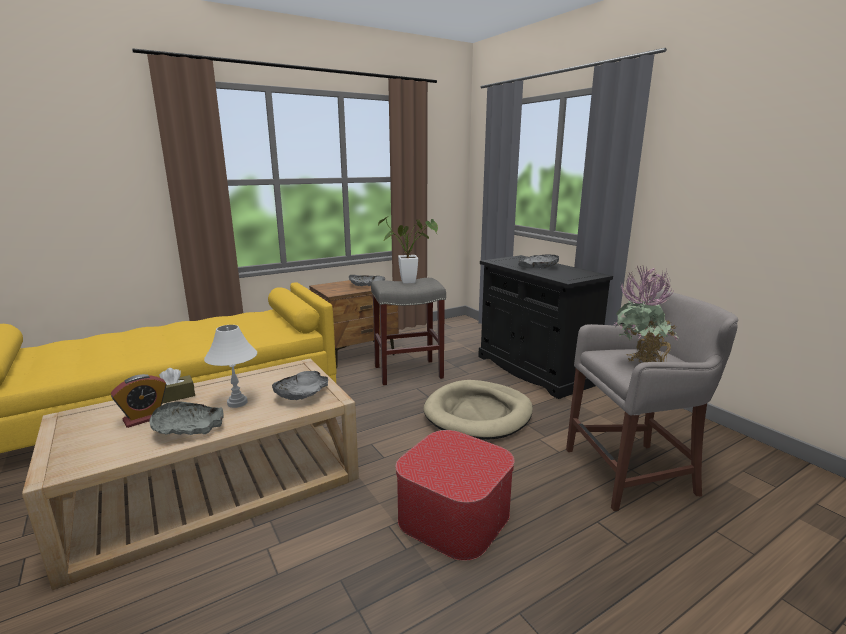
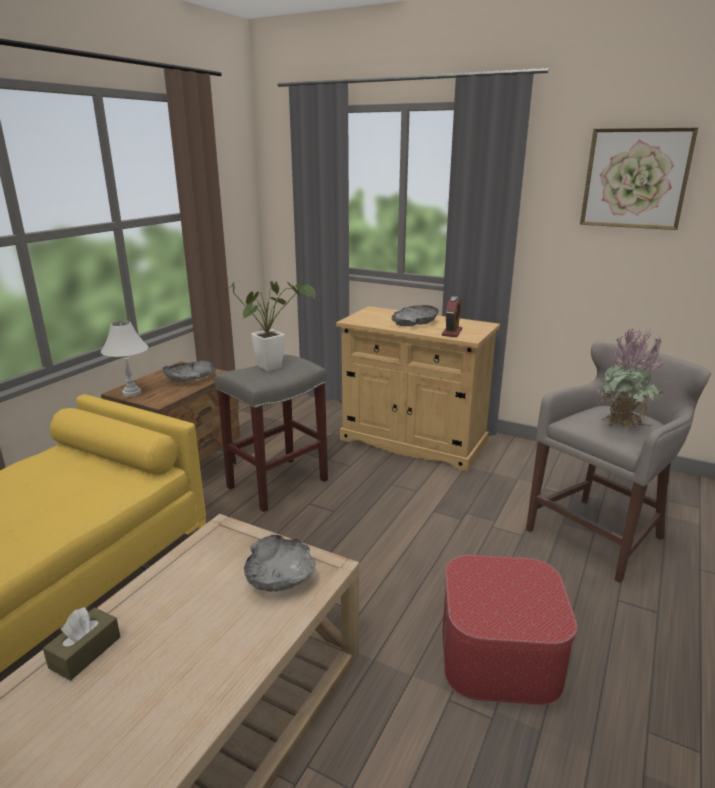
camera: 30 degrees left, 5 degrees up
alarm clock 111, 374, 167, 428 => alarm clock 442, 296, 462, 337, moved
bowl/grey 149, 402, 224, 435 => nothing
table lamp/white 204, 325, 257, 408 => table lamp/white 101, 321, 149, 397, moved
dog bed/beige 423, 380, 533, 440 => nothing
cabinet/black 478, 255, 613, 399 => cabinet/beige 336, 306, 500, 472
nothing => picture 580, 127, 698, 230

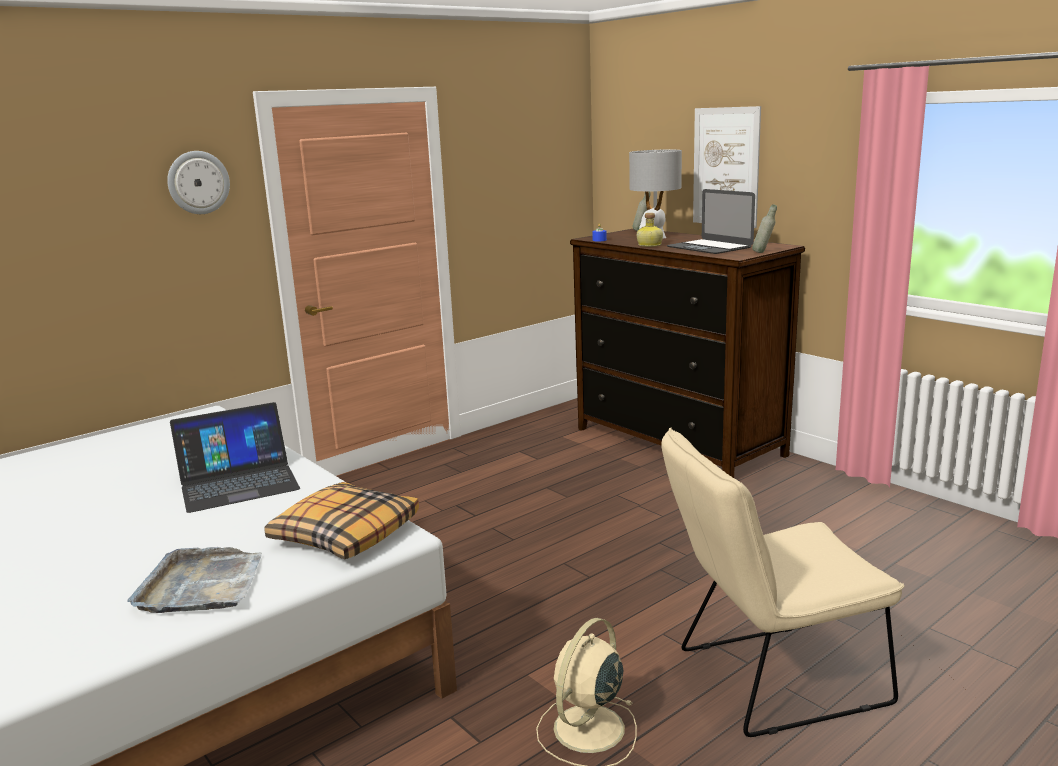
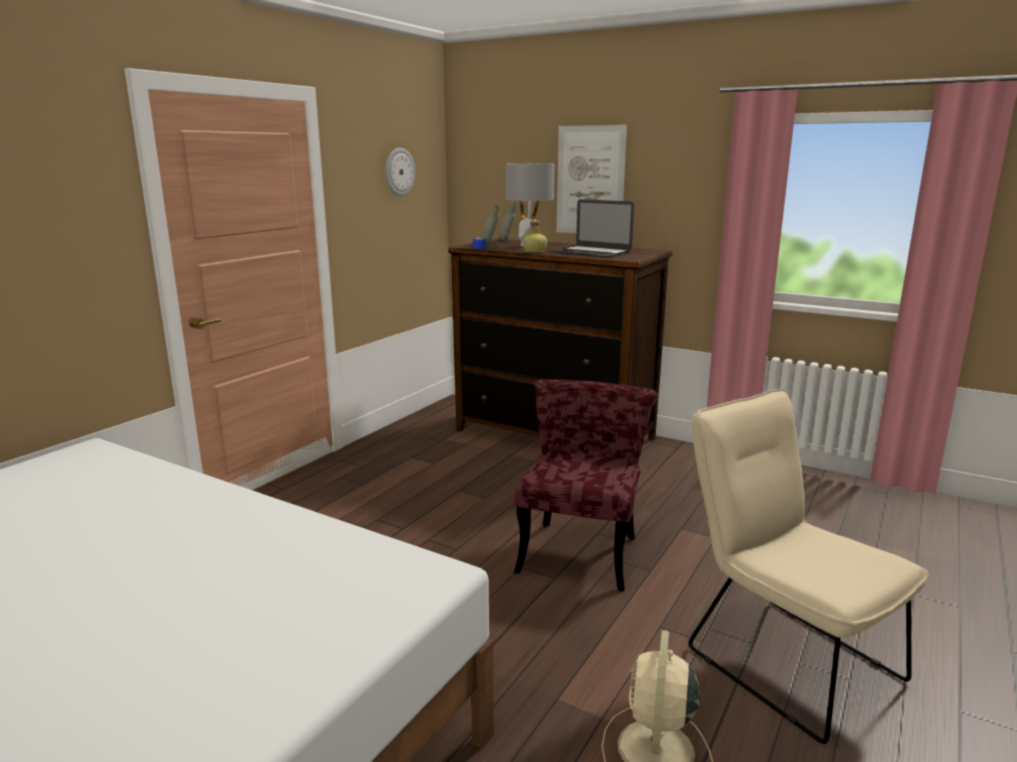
camera: 20 degrees left, 0 degrees up
tray/grey 127, 547, 262, 613 => nothing
wall clock 167, 151, 230, 214 => wall clock 385, 148, 415, 196, moved
laptop 170, 402, 300, 513 => nothing
pillow 264, 482, 419, 559 => nothing
chair/beige 661, 428, 904, 737 => chair/beige 689, 389, 929, 744, 90 degrees clockwise
bottle/grey 752, 205, 777, 253 => bottle/grey 482, 205, 499, 245, moved
nothing => chair/red 514, 379, 658, 592

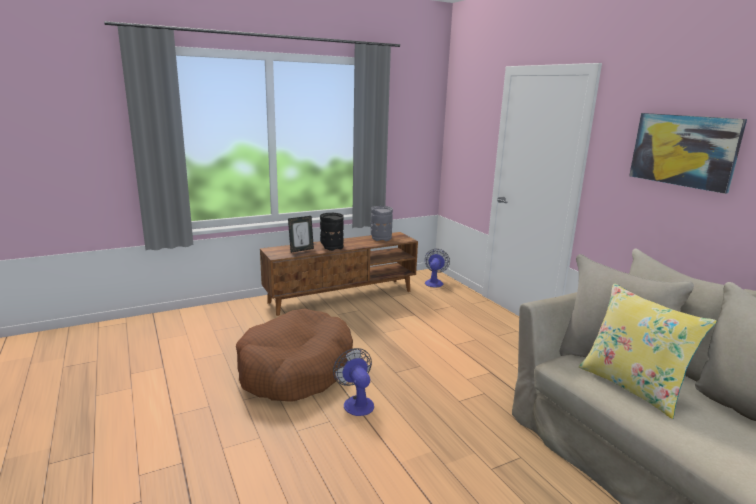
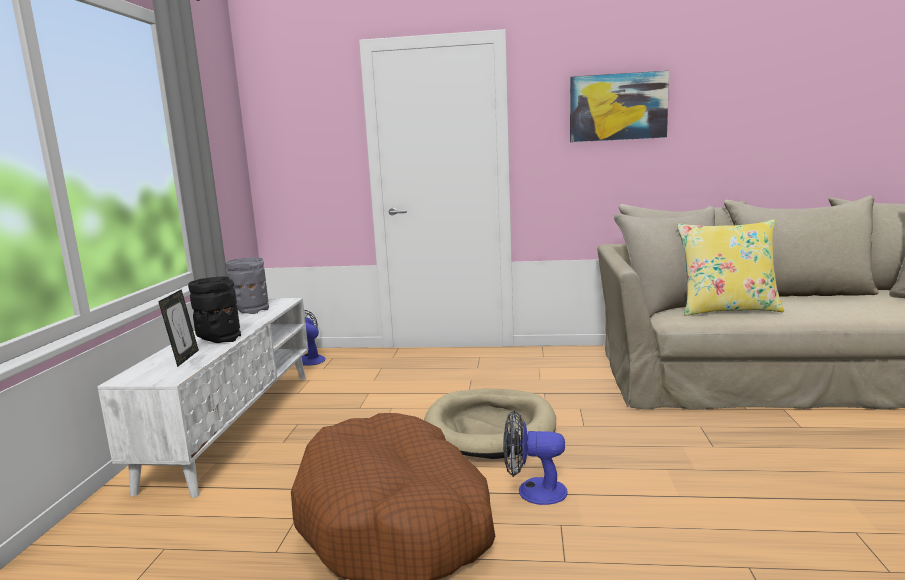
camera: 55 degrees left, 5 degrees down
tv stand/brown 260, 232, 418, 316 => tv stand/white 97, 298, 308, 498
nothing => dog bed/beige 424, 389, 556, 459

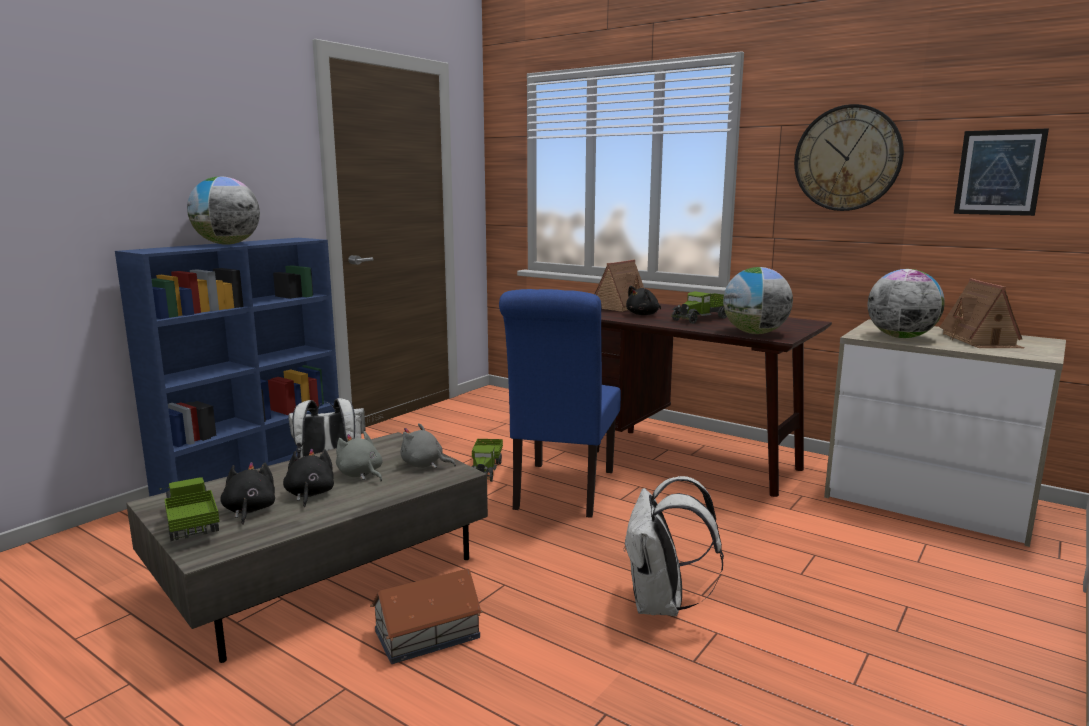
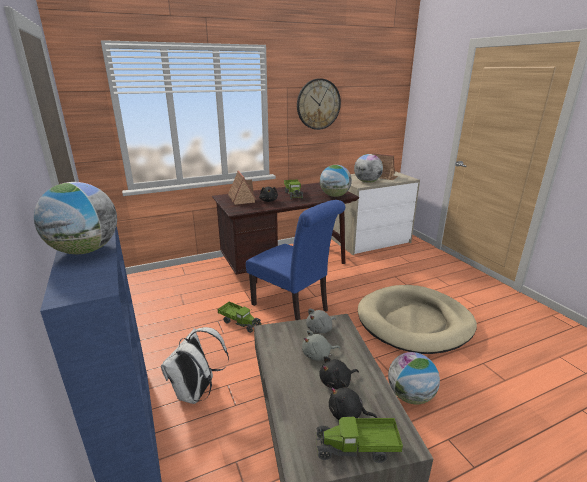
camera: 60 degrees left, 10 degrees up
plush toy/black 283, 449, 334, 507 => plush toy/black 319, 356, 359, 389, 45 degrees counterclockwise
toy house 370, 569, 483, 664 => globe 388, 352, 440, 404
backpack/white 623, 476, 724, 616 => dog bed/beige 358, 285, 477, 354
picture 954, 128, 1049, 216 => nothing

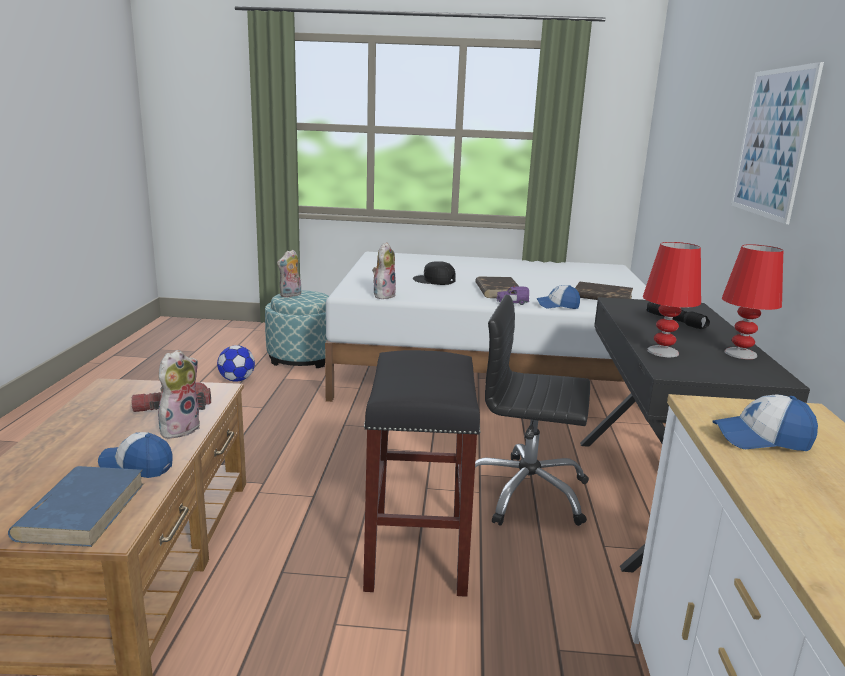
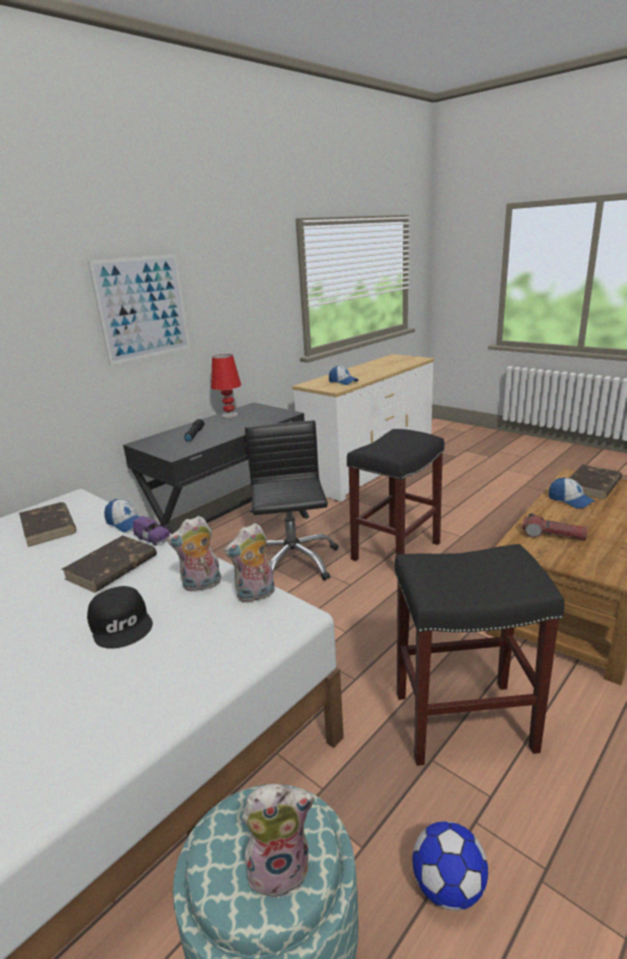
camera: 140 degrees left, 5 degrees up
book/blue 8, 466, 144, 547 => book/brown 570, 464, 622, 499
plush toy 158, 350, 200, 439 => plush toy 167, 516, 221, 592, moved
office chair/black 475, 295, 590, 526 => office chair/black 245, 421, 339, 581, 150 degrees counterclockwise
table lamp/red 643, 242, 701, 357 => nothing
nothing => stool/black 395, 544, 565, 766

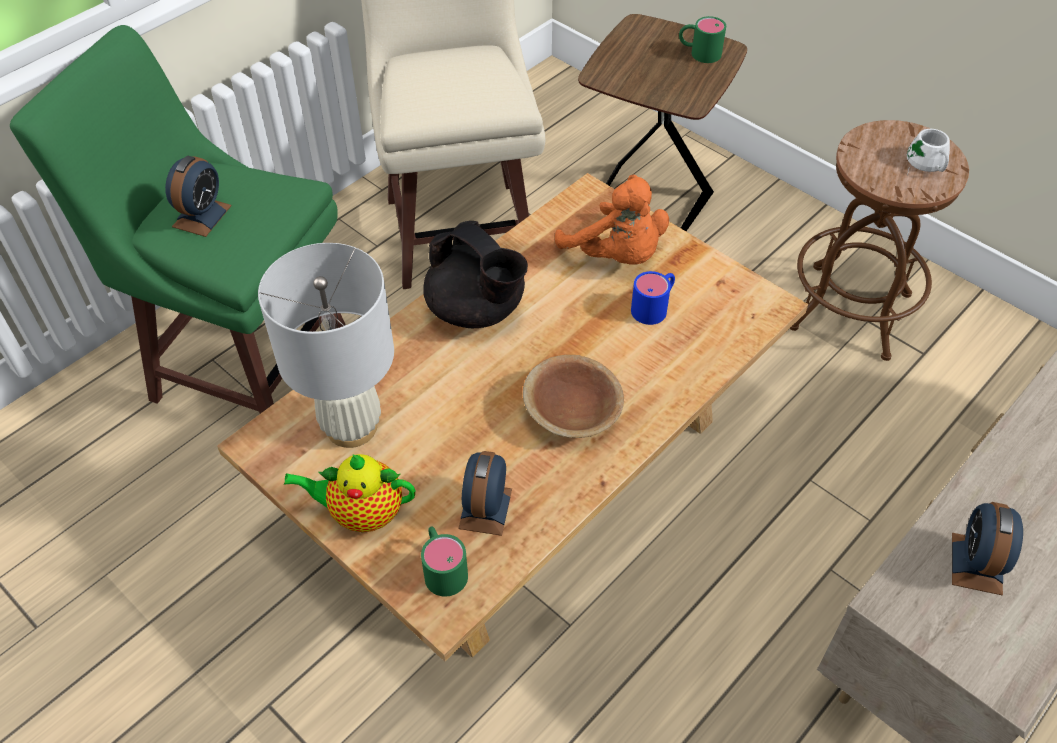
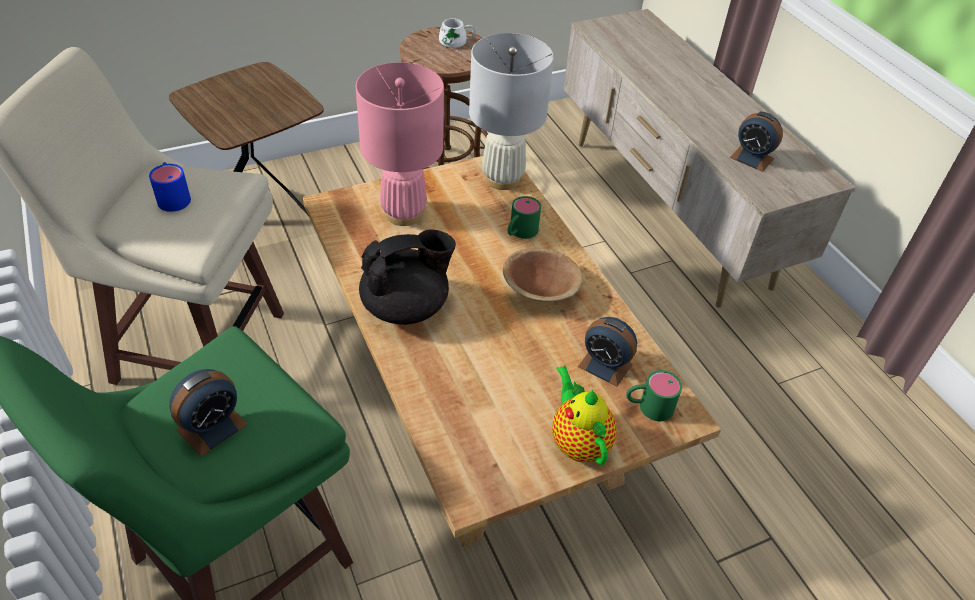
camera: 70 degrees left, 5 degrees down
alarm clock 165, 156, 232, 237 => alarm clock 169, 369, 248, 457, 90 degrees clockwise
table lamp/white 258, 243, 394, 448 => table lamp/white 469, 33, 554, 190, moved
teapot 283, 454, 415, 532 => teapot 552, 365, 616, 465, 135 degrees clockwise
plush toy/orange 555, 174, 669, 265 => table lamp/pink 356, 62, 444, 226
mug/blue 631, 271, 675, 325 => mug/blue 149, 162, 191, 212, moved
mug/green 679, 16, 726, 63 => mug/green 508, 196, 541, 239, moved

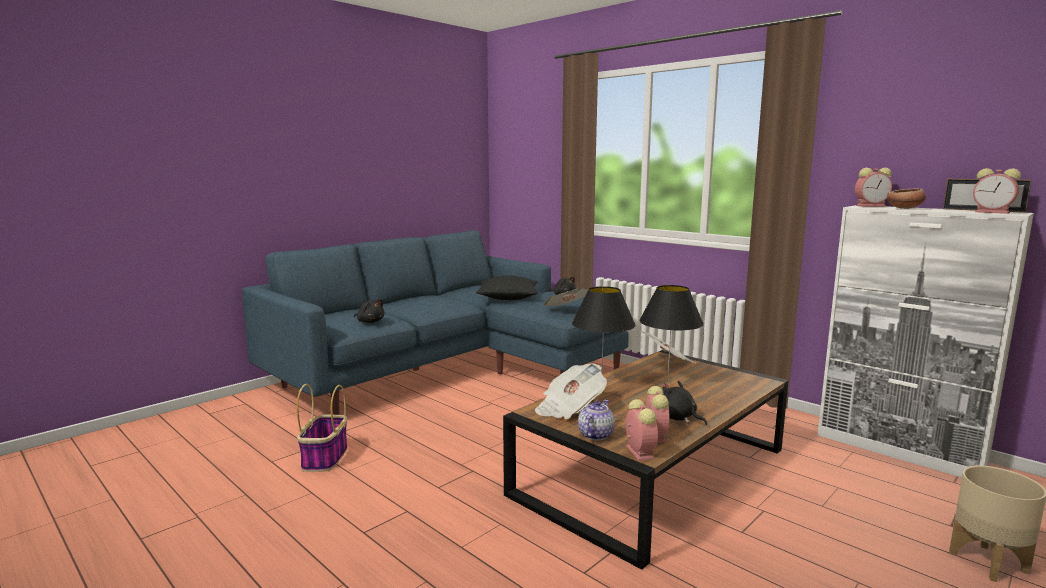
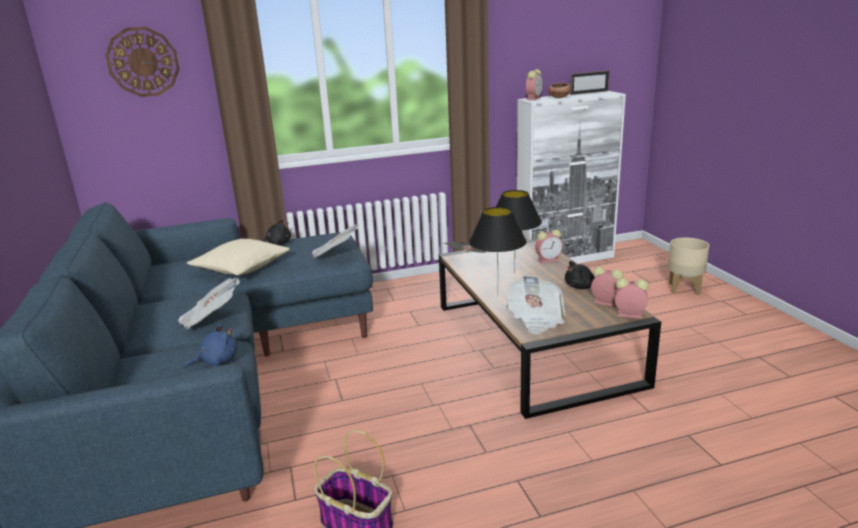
camera: 60 degrees left, 10 degrees up
plush toy/black 354, 299, 384, 323 => plush toy/blue 184, 324, 237, 368
pillow/black 476, 276, 538, 300 => pillow/beige 187, 239, 290, 275
teapot 578, 400, 615, 440 => nothing
alarm clock 973, 168, 1021, 214 => alarm clock 535, 229, 563, 263, moved
nothing => wall clock 105, 27, 180, 97
nothing => newspaper 178, 278, 240, 329

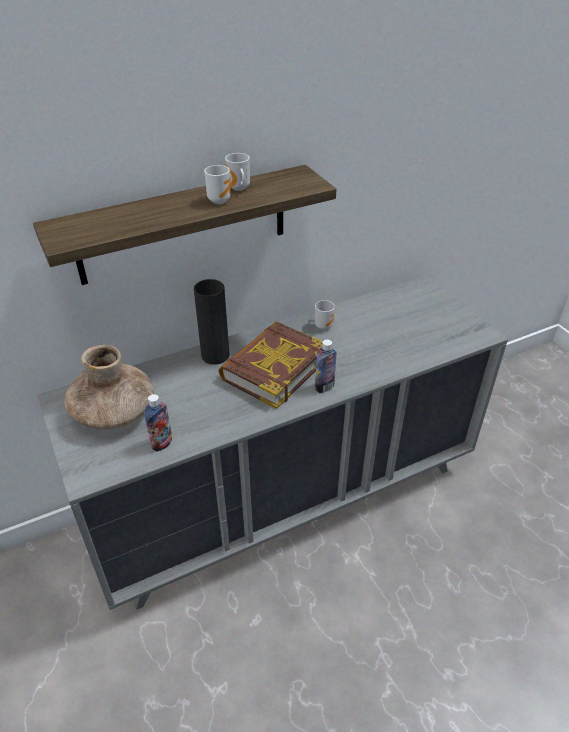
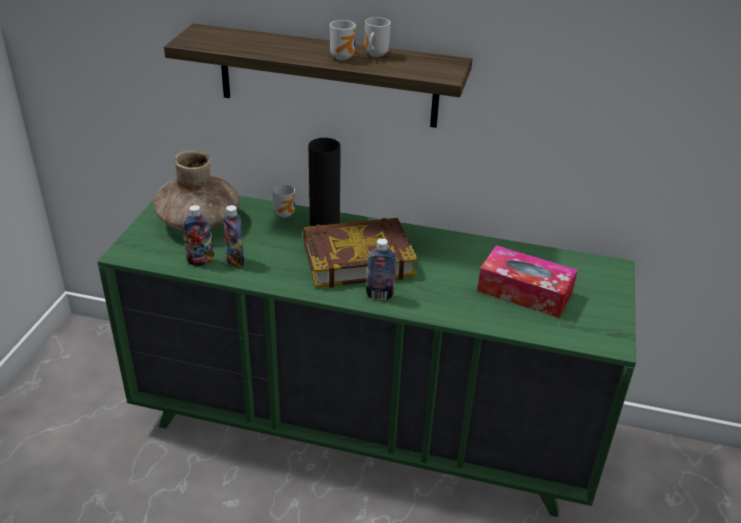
camera: 40 degrees right, 5 degrees down
dresser/grey 37, 275, 508, 610 => dresser/green 97, 196, 636, 517
mug 315, 300, 335, 330 => mug 273, 184, 295, 218, moved
nothing => bottle 223, 205, 244, 268
nothing => tissue box 477, 245, 578, 318

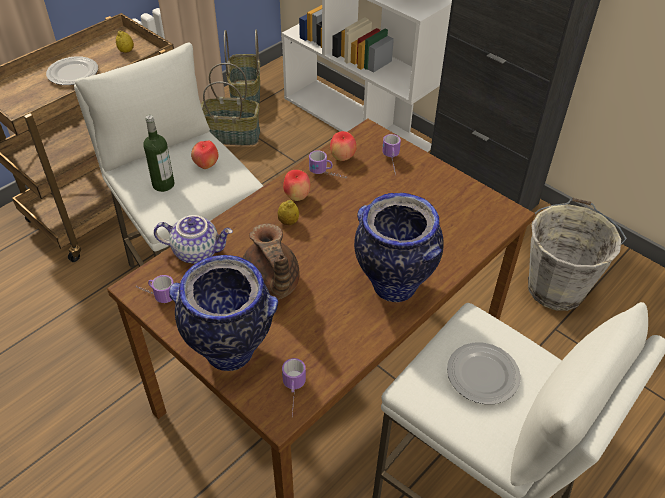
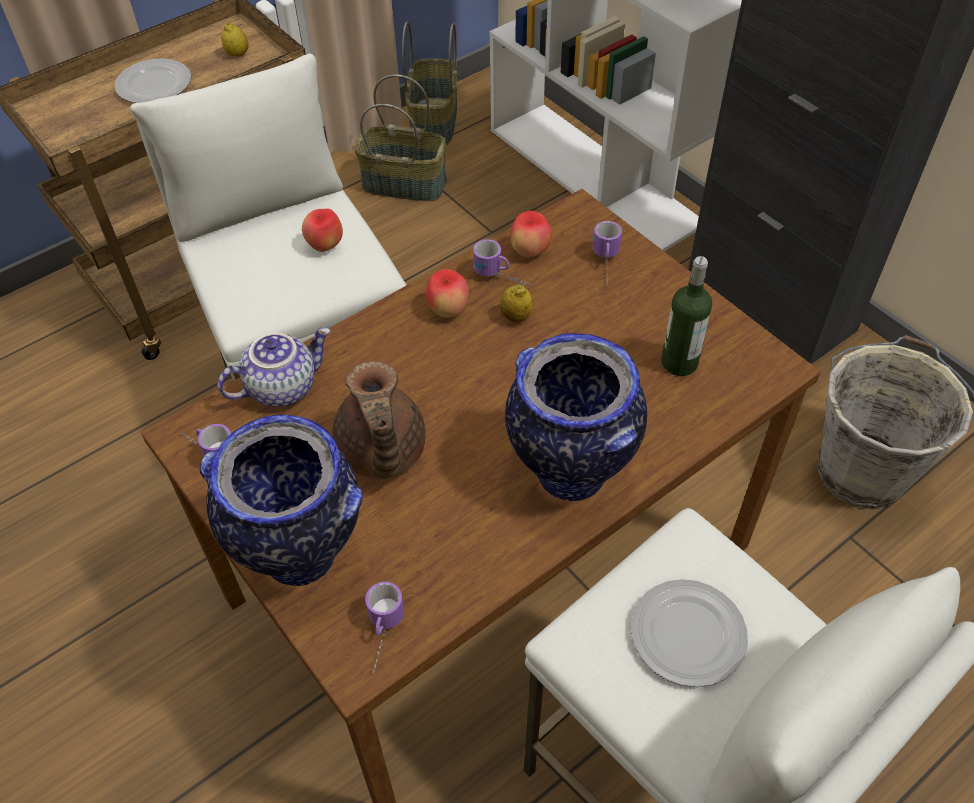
camera: 10 degrees right, 5 degrees up
bottle 143, 115, 174, 192 => bottle 661, 256, 712, 376, moved
teapot 154, 215, 233, 264 => teapot 217, 327, 331, 406, 45 degrees counterclockwise
lemon 278, 200, 299, 225 => lemon 500, 285, 533, 322, moved

